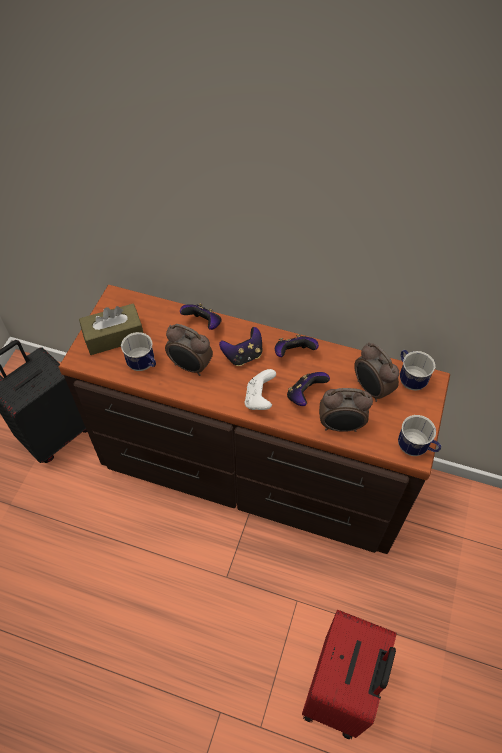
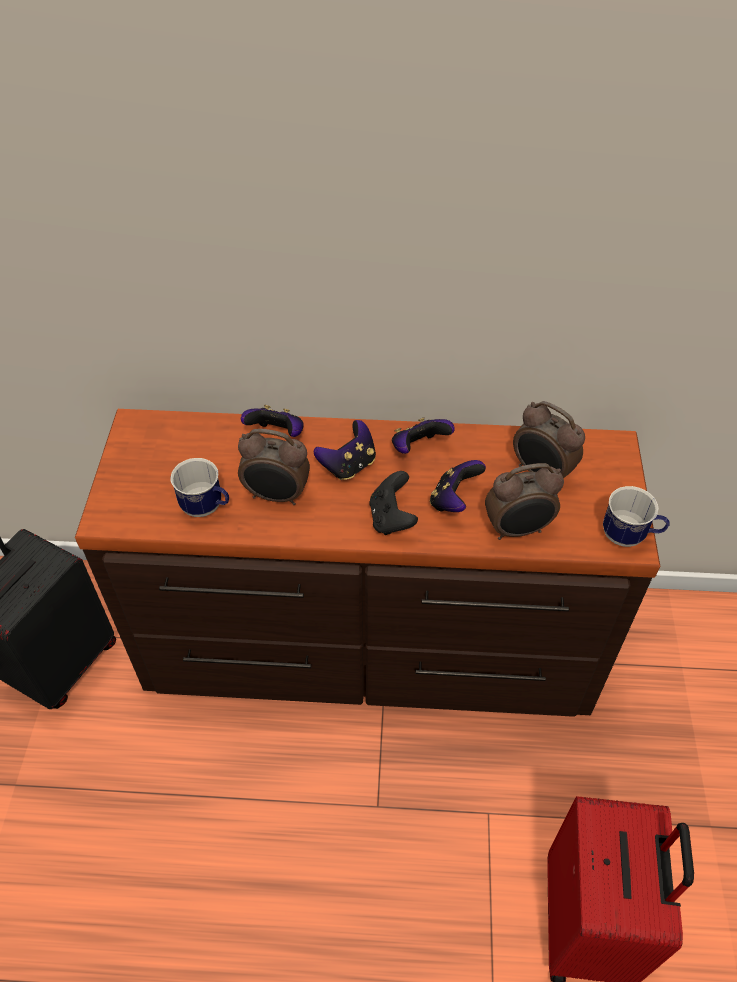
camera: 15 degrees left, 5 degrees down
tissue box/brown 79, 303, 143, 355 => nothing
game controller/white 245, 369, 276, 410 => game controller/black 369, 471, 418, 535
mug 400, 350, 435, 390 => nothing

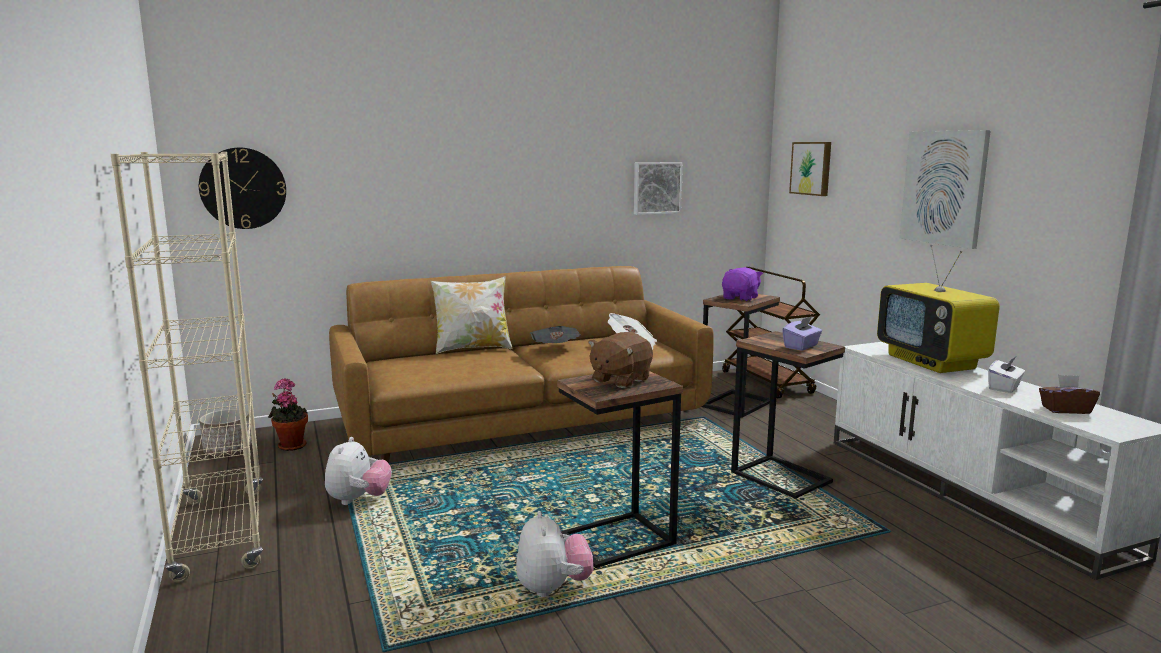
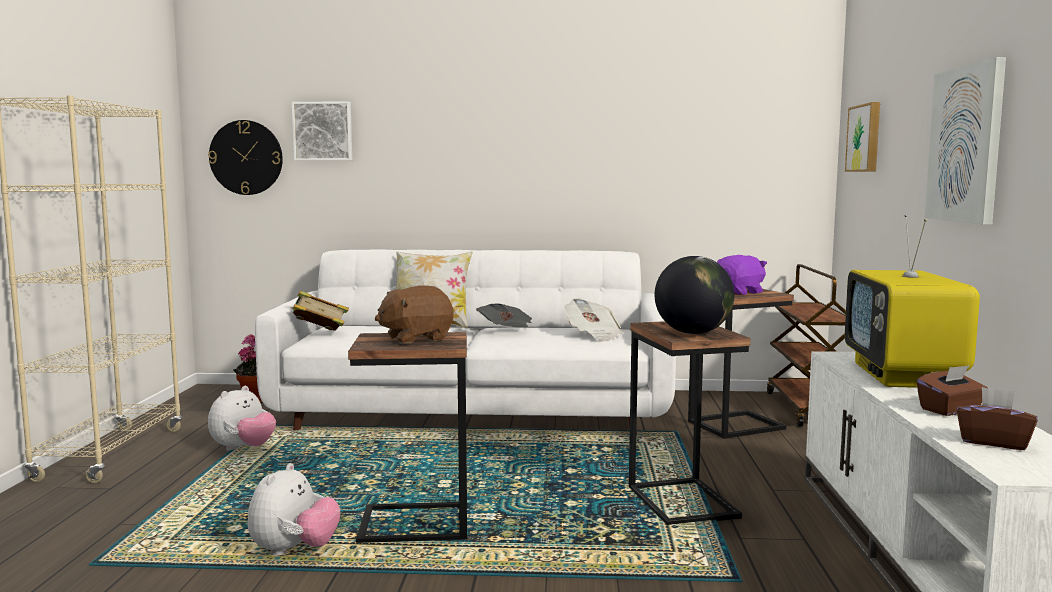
camera: 25 degrees right, 5 degrees down
planter 199, 409, 252, 456 => nothing
sofa/brown 329, 266, 714, 463 => sofa/white 255, 249, 676, 436
picture 634, 162, 683, 215 => picture 292, 102, 352, 161, moved
tissue box/purple 782, 316, 822, 351 => globe 655, 256, 734, 334
tissue box/white 988, 357, 1025, 393 => tissue box/brown 916, 365, 988, 416
nothing => book 292, 291, 349, 331

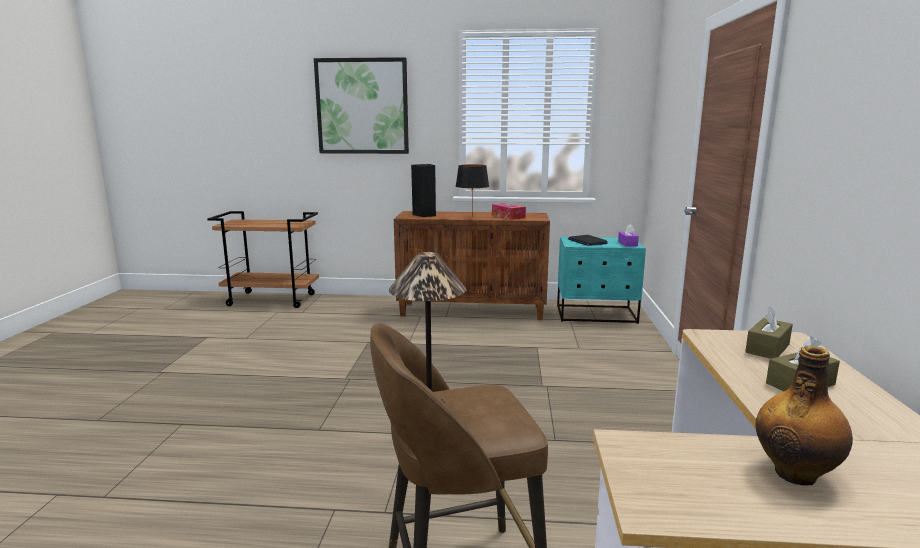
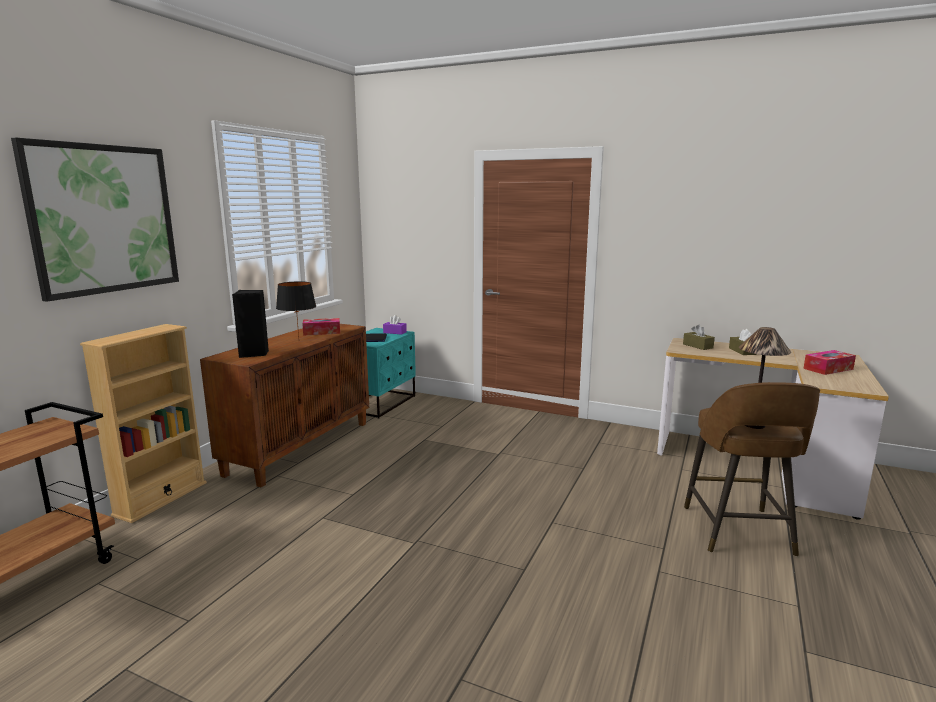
camera: 70 degrees left, 0 degrees up
bottle 755, 346, 853, 485 => tissue box 804, 350, 856, 375
nothing => bookcase/beige 80, 324, 207, 523

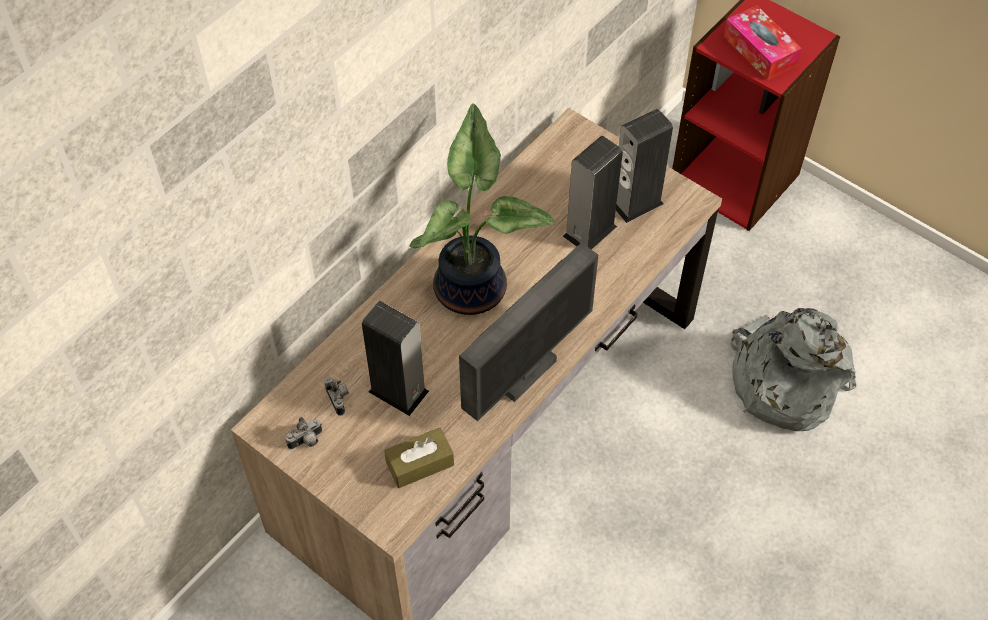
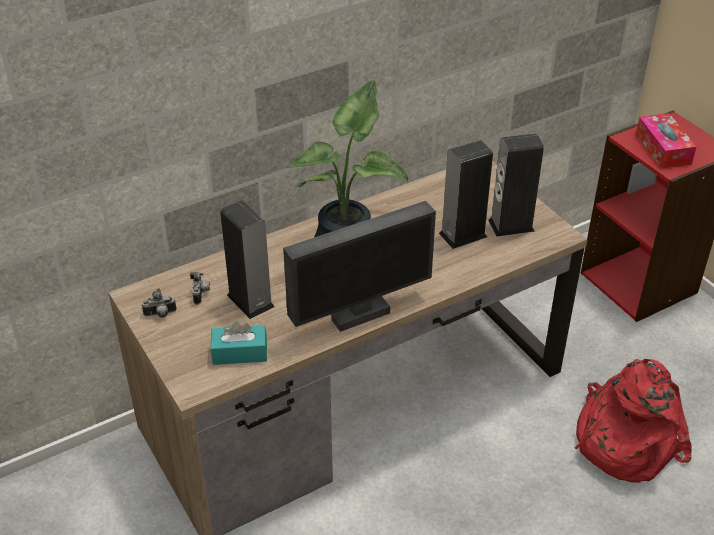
camera: 20 degrees right, 15 degrees down
tissue box/brown 384, 428, 454, 488 => tissue box/turquoise 211, 322, 267, 365
backpack/grey 731, 308, 856, 431 => backpack/red 574, 359, 692, 483

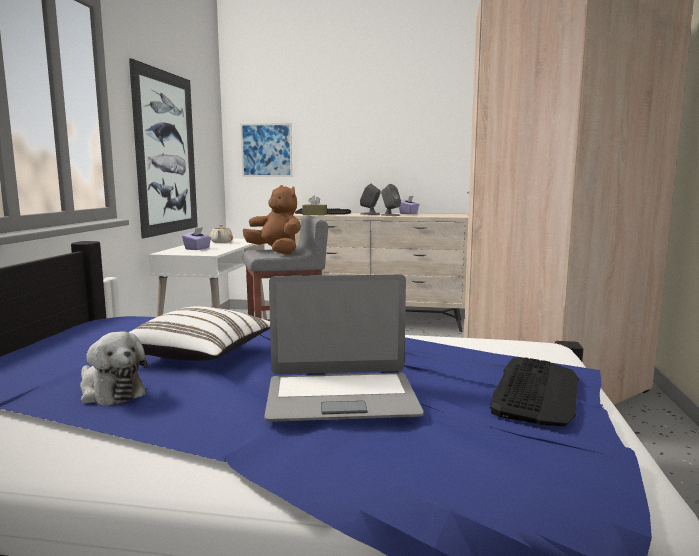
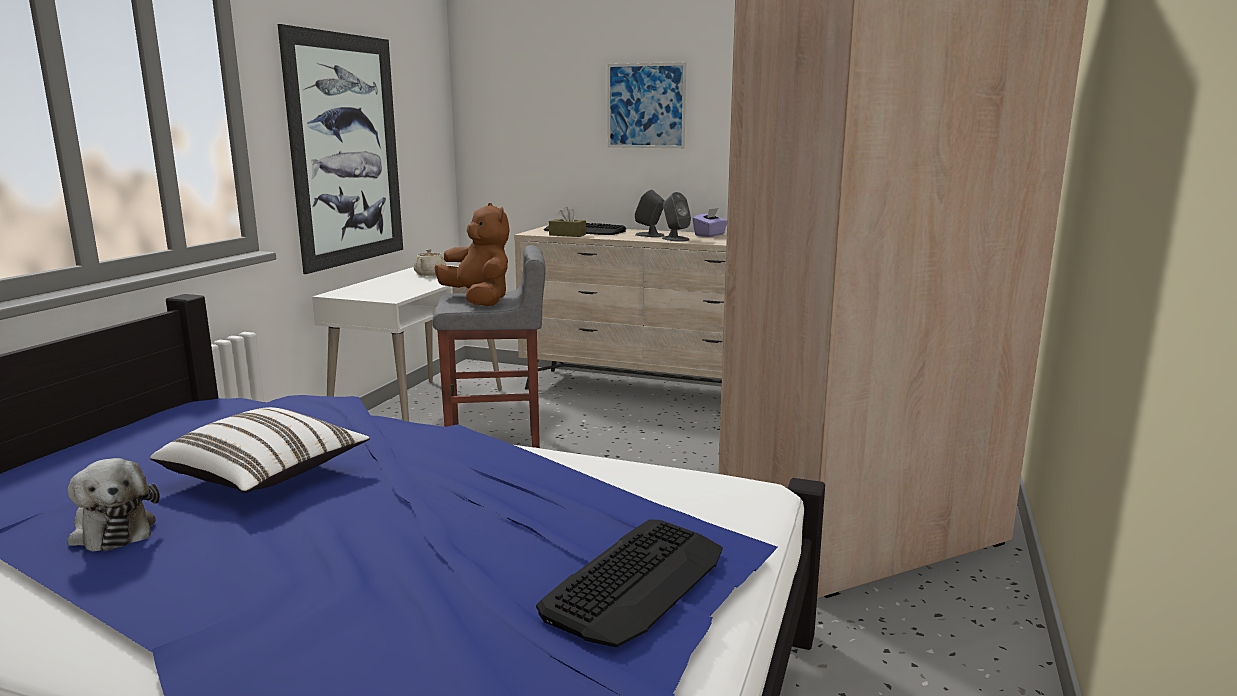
camera: 10 degrees right, 5 degrees up
tissue box/purple 182, 227, 212, 250 => nothing
picture 241, 123, 292, 177 => picture 607, 62, 686, 148, moved
laptop 264, 274, 424, 422 => nothing

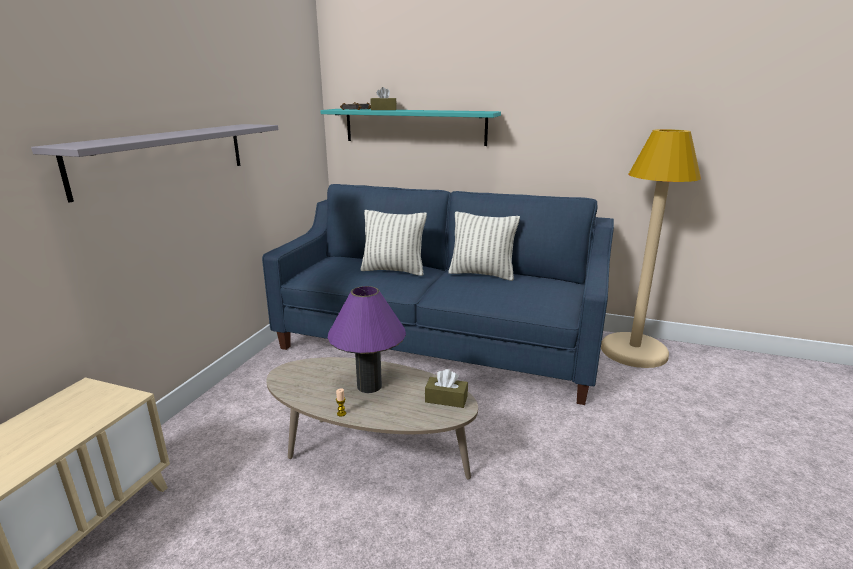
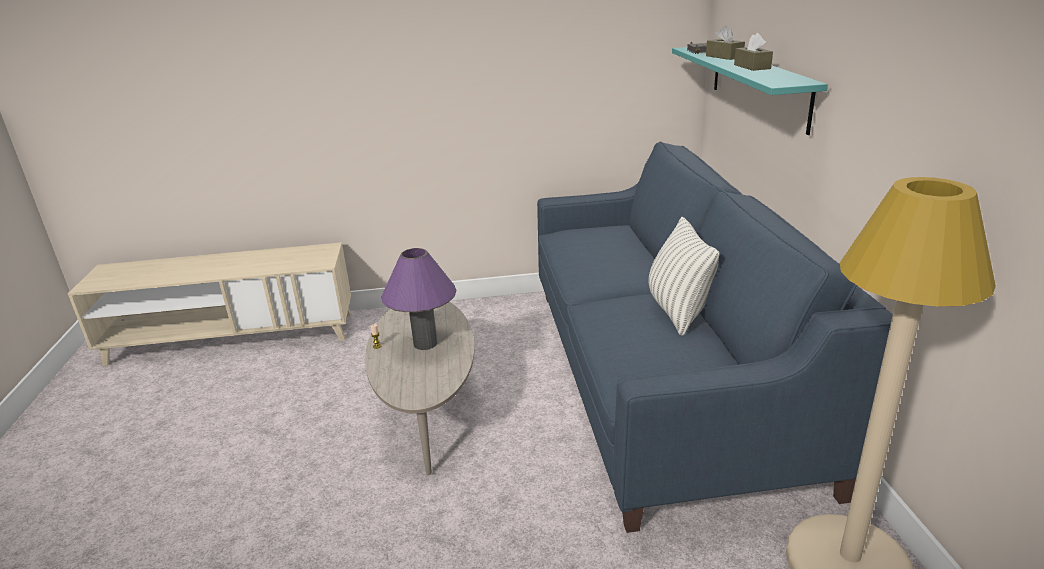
camera: 65 degrees right, 5 degrees up
shelf/grey 31, 124, 278, 203 => nothing
pillow 360, 210, 427, 276 => nothing
tissue box/brown 425, 369, 468, 408 => tissue box/brown 734, 33, 773, 71, moved

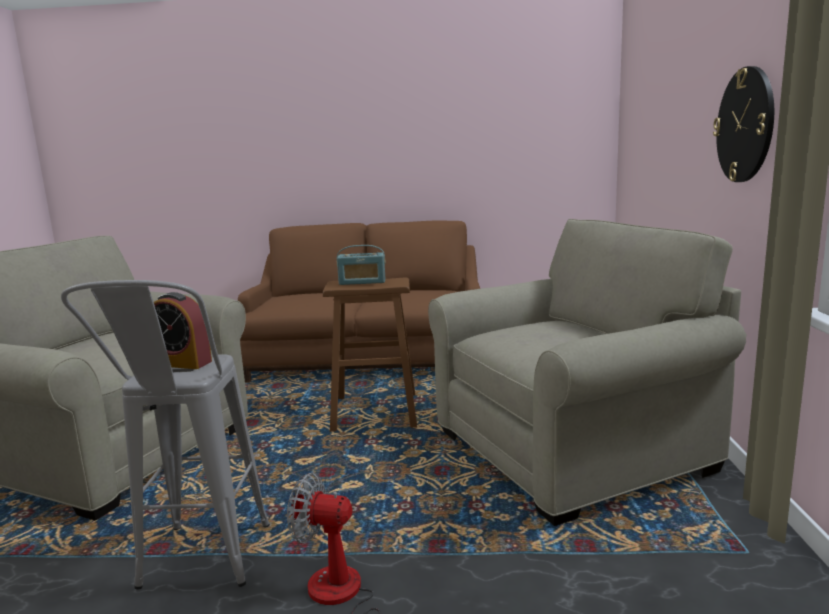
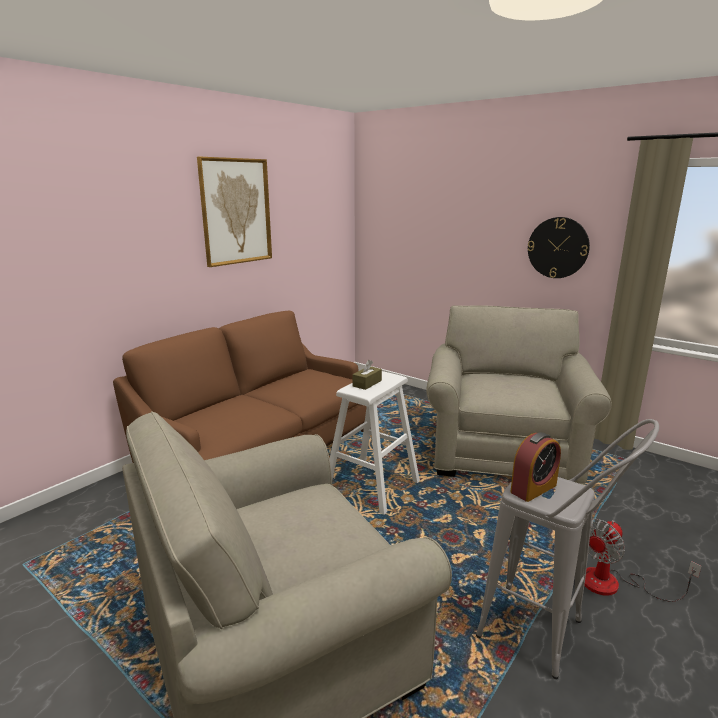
camera: 55 degrees left, 5 degrees up
stool/brown 323, 278, 417, 432 => stool/white 330, 371, 420, 515
radio 337, 245, 386, 285 => tissue box/brown 352, 360, 382, 390
nothing => picture 197, 157, 272, 267

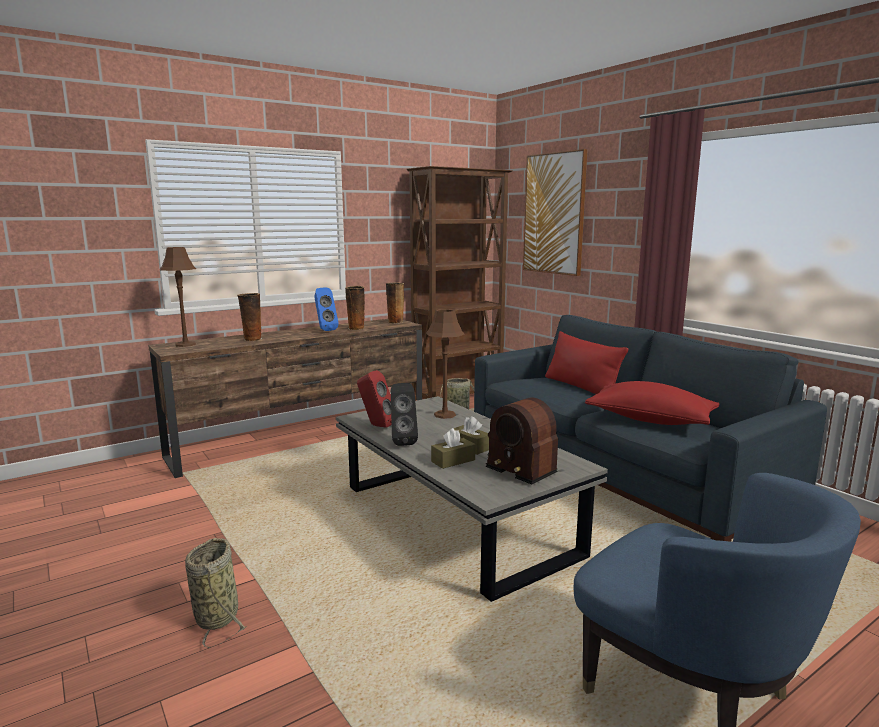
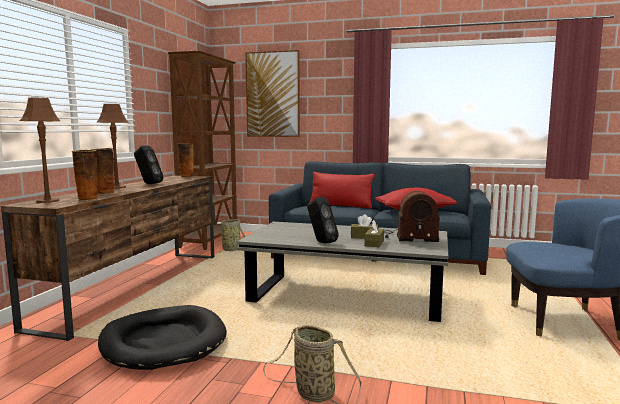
camera: 40 degrees left, 5 degrees down
speaker/blue 314, 288, 339, 331 => speaker/black 134, 145, 164, 184
vase 345, 286, 365, 330 => vase 72, 150, 98, 200, moved
speaker/red 357, 370, 392, 428 => nothing
table lamp/brown 426, 309, 465, 419 => table lamp/brown 97, 104, 129, 189, moved
nothing => dog bed/black 98, 305, 227, 370

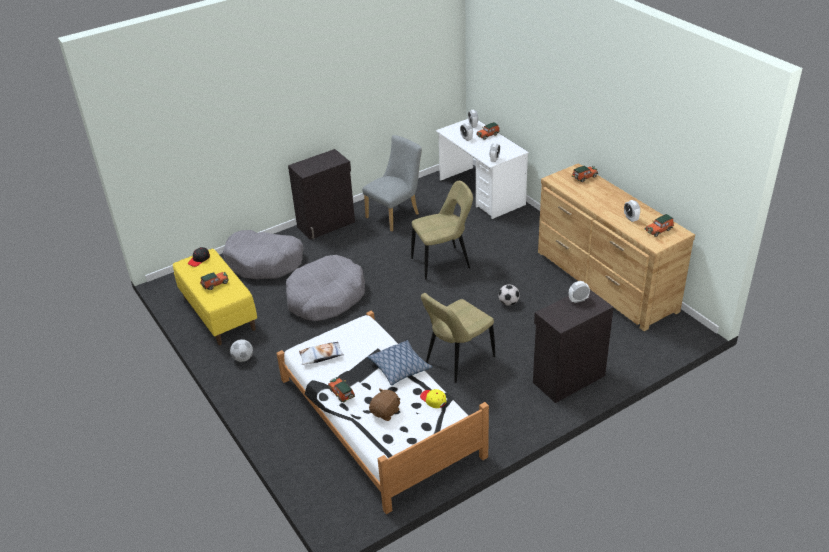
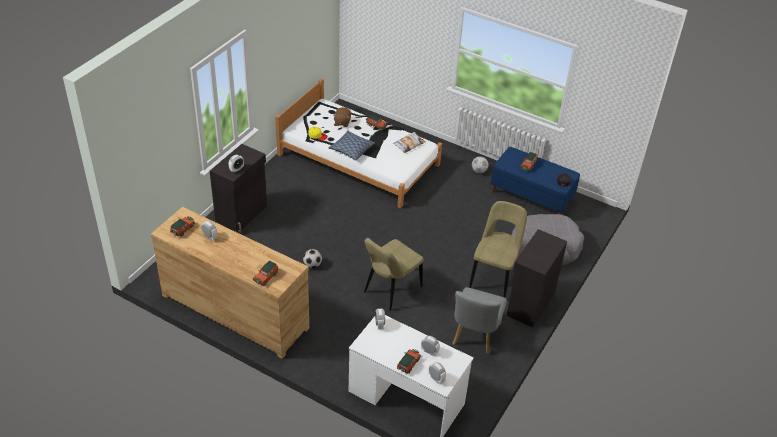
camera: 150 degrees right, 5 degrees up
bench/yellow 173, 249, 257, 345 => bench/blue 491, 147, 580, 214
dog bed/grey 286, 255, 365, 321 => nothing
chair/beige 421, 293, 495, 383 => chair/beige 469, 201, 527, 298, moved

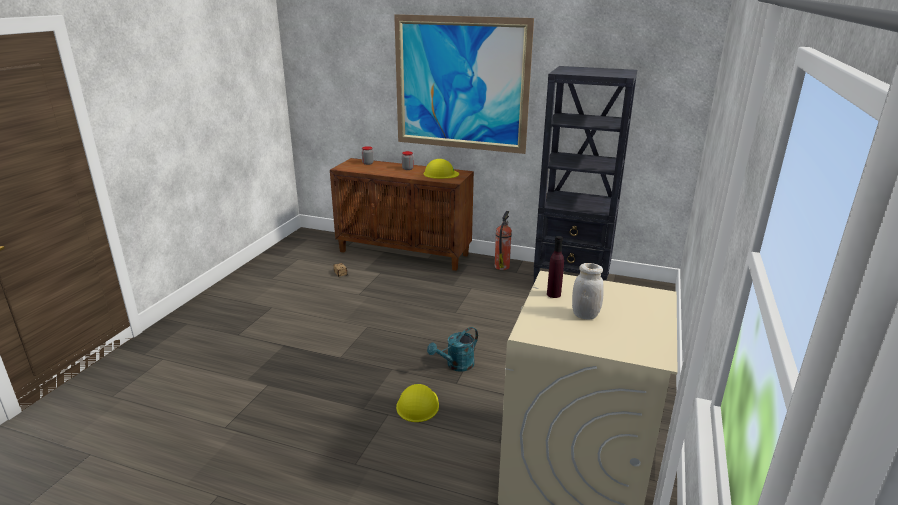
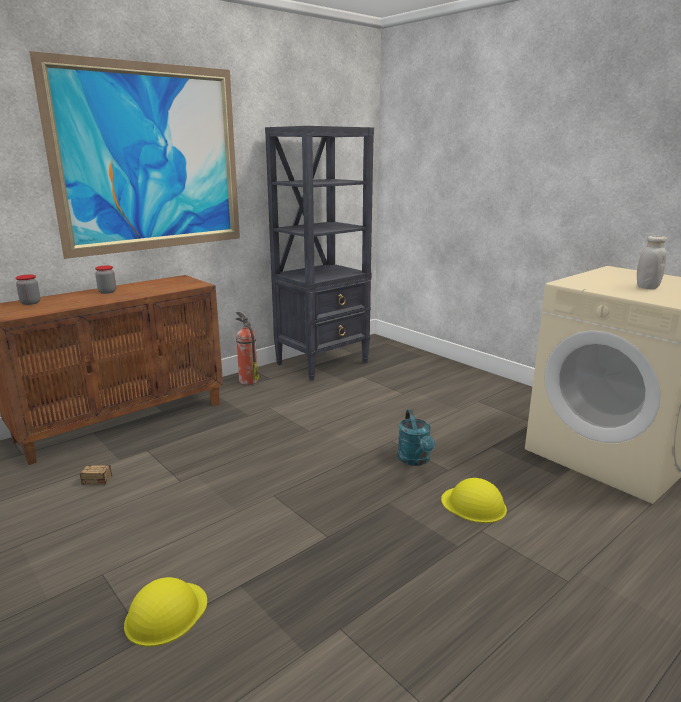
camera: 60 degrees left, 5 degrees down
hard hat/yellow 423, 159, 459, 179 => hard hat/yellow 124, 577, 207, 647, moved
bottle/purple 547, 236, 564, 298 => nothing

